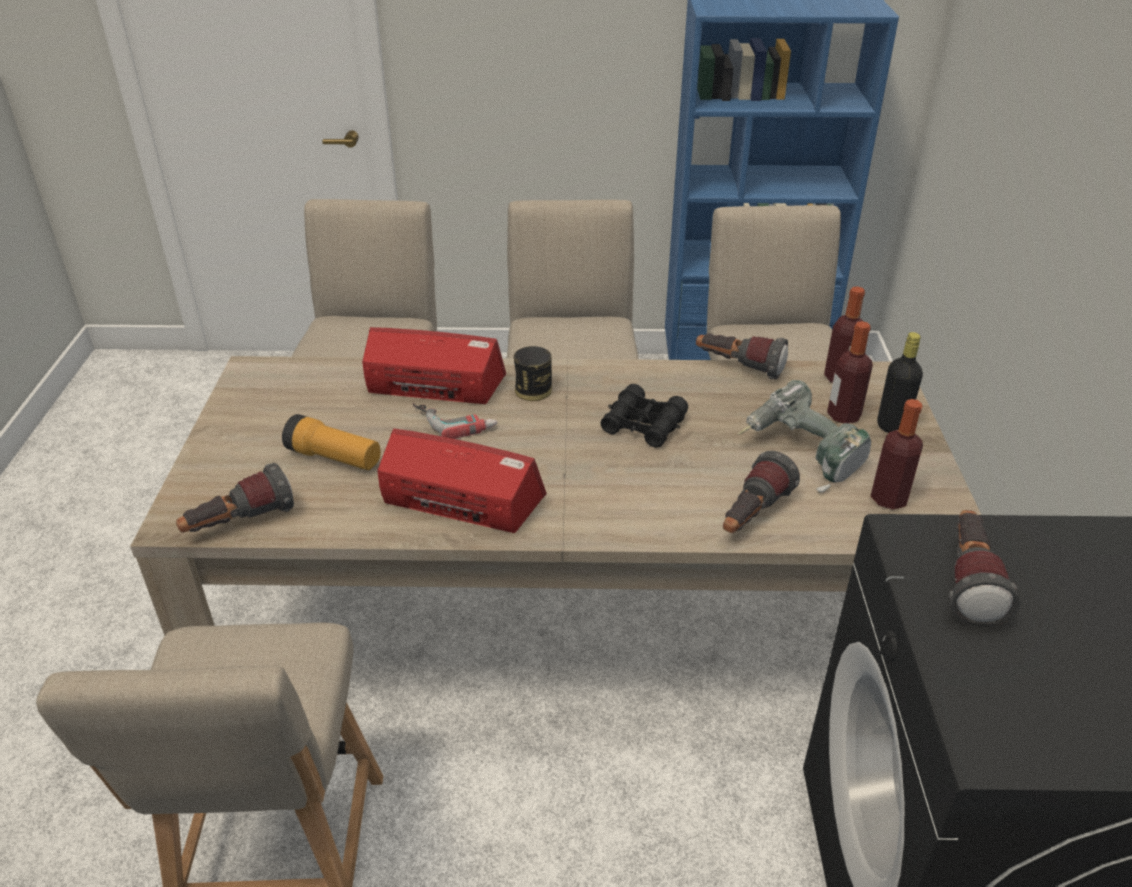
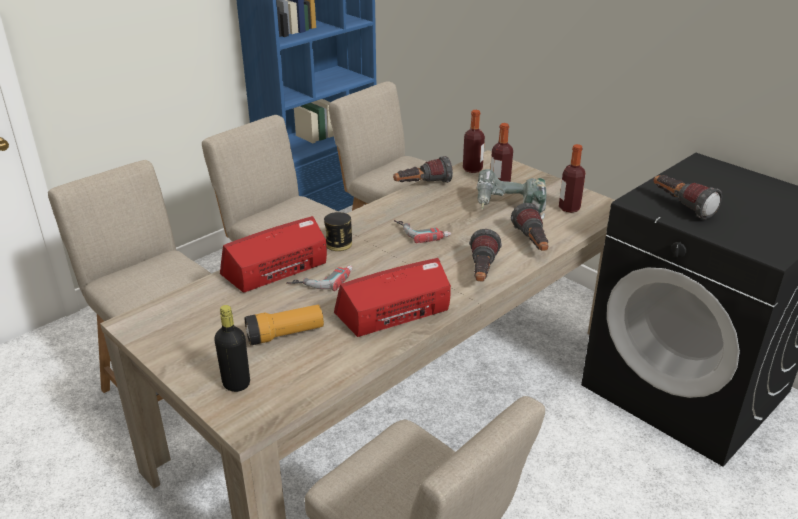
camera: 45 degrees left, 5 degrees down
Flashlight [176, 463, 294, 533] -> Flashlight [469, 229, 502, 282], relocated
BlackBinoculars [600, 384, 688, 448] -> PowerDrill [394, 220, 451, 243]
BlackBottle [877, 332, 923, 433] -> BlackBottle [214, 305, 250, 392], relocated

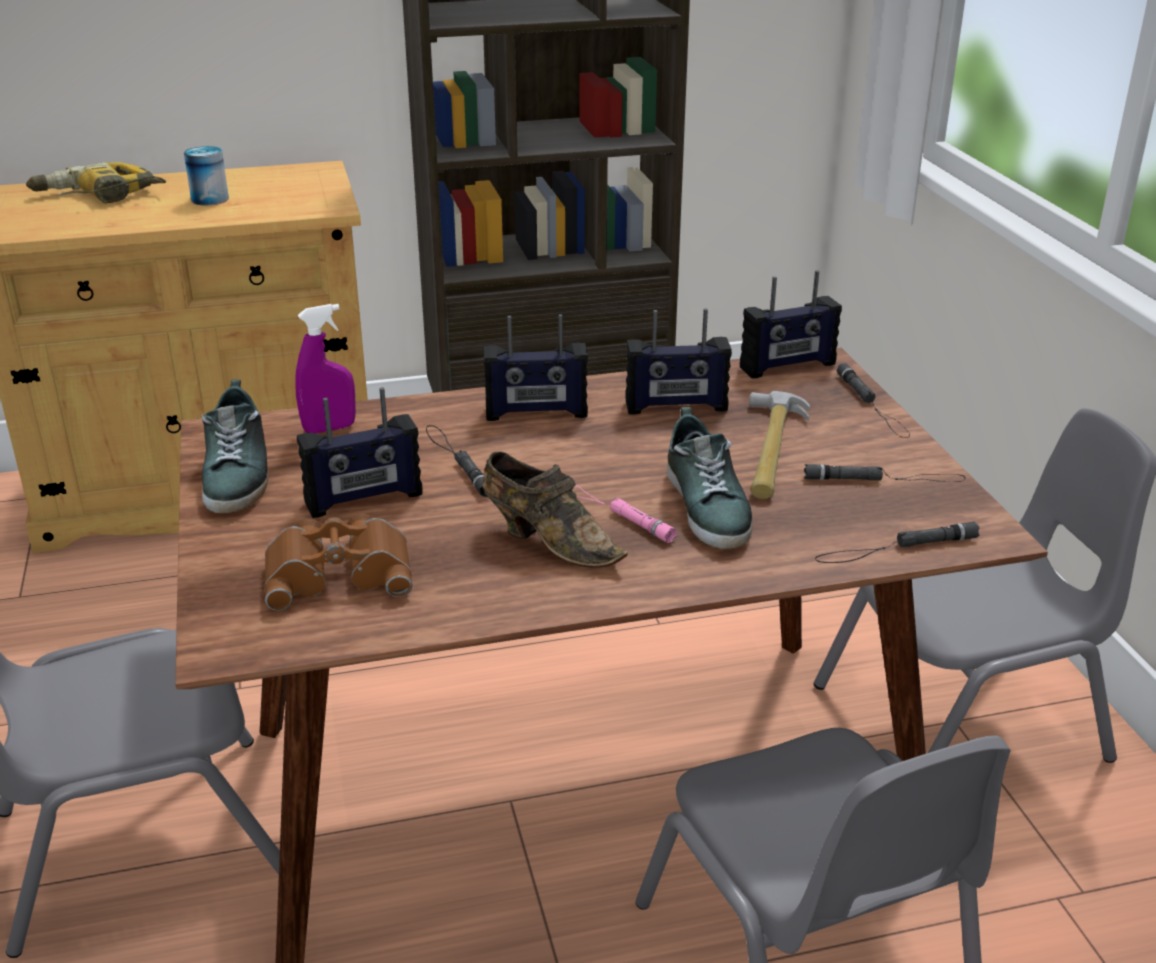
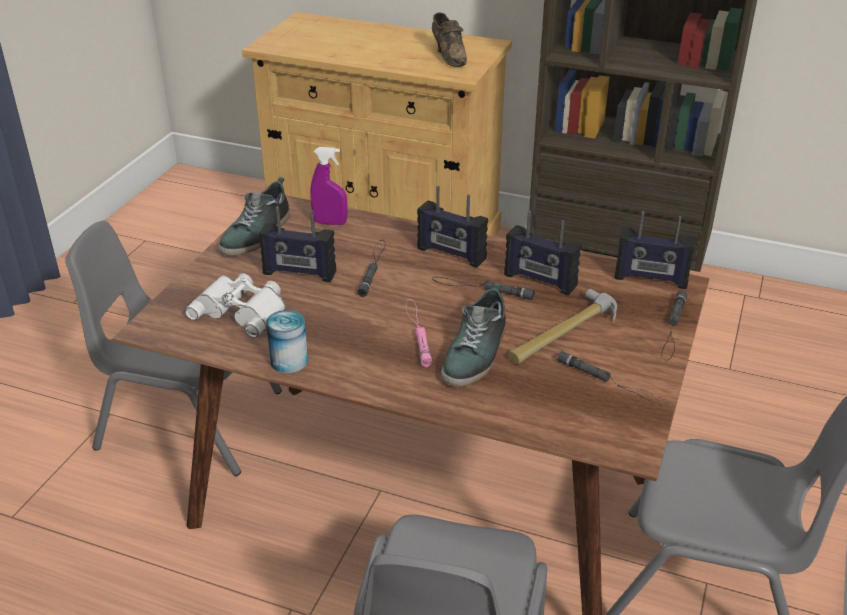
camera: 35 degrees right, 5 degrees up
PowerDrill [26, 162, 166, 204] -> none
Can [184, 146, 229, 205] -> Can [266, 310, 308, 373], relocated
BrownBinoculars [264, 513, 412, 611] -> WhiteBinoculars [185, 273, 286, 338]
BrownShoe [482, 452, 628, 568] -> BrownShoe [432, 12, 467, 67], relocated
BlackFlashlight [815, 522, 979, 563] -> BlackFlashlight [432, 277, 535, 300], relocated

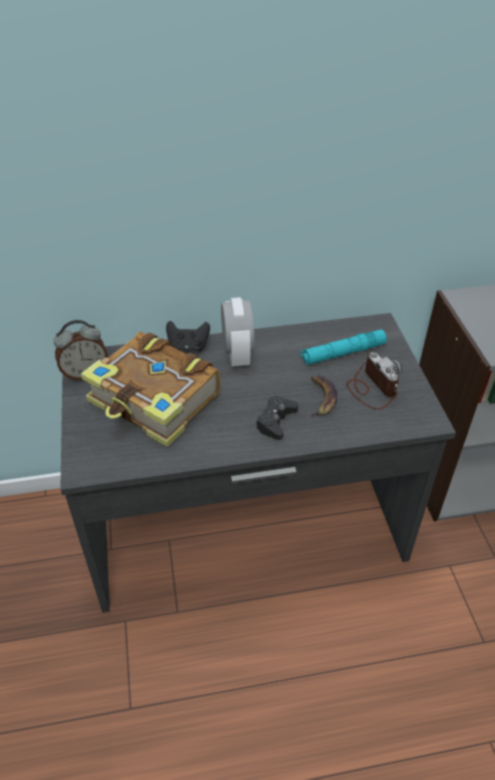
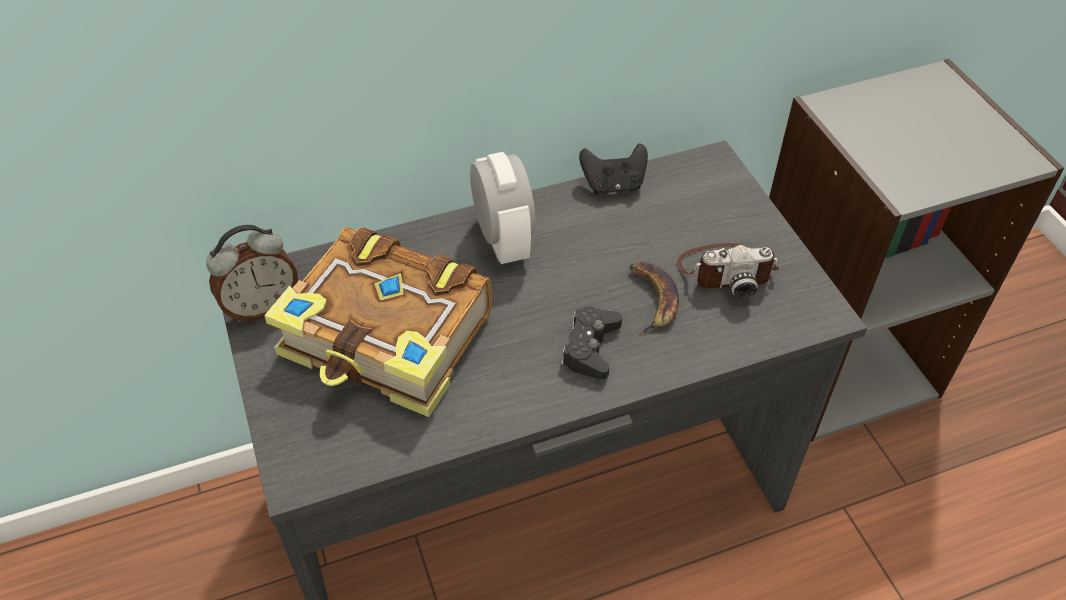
camera: 10 degrees left, 5 degrees up
BlackGameController [166, 321, 210, 352] -> BlackGameController [579, 144, 648, 194], relocated
TurquoiseFlashlight [300, 329, 386, 365] -> none
PhotoCamera [346, 352, 402, 410] -> PhotoCamera [677, 243, 779, 299], 120 degrees clockwise

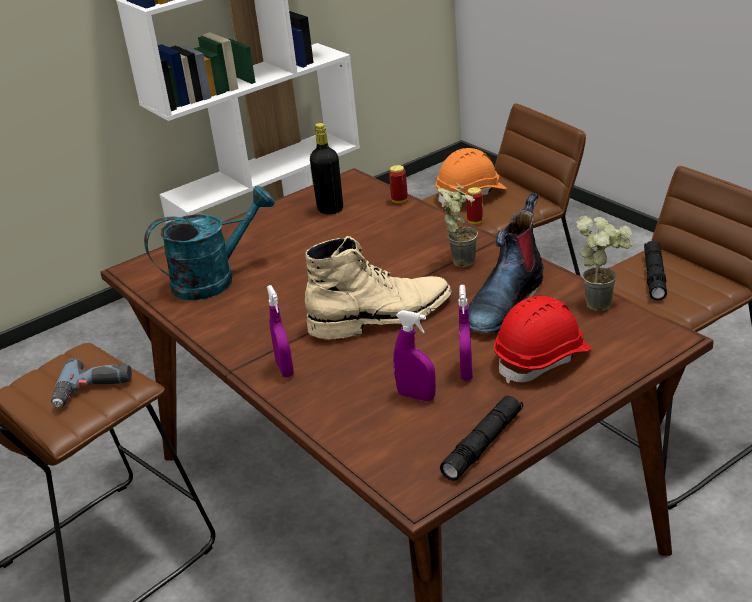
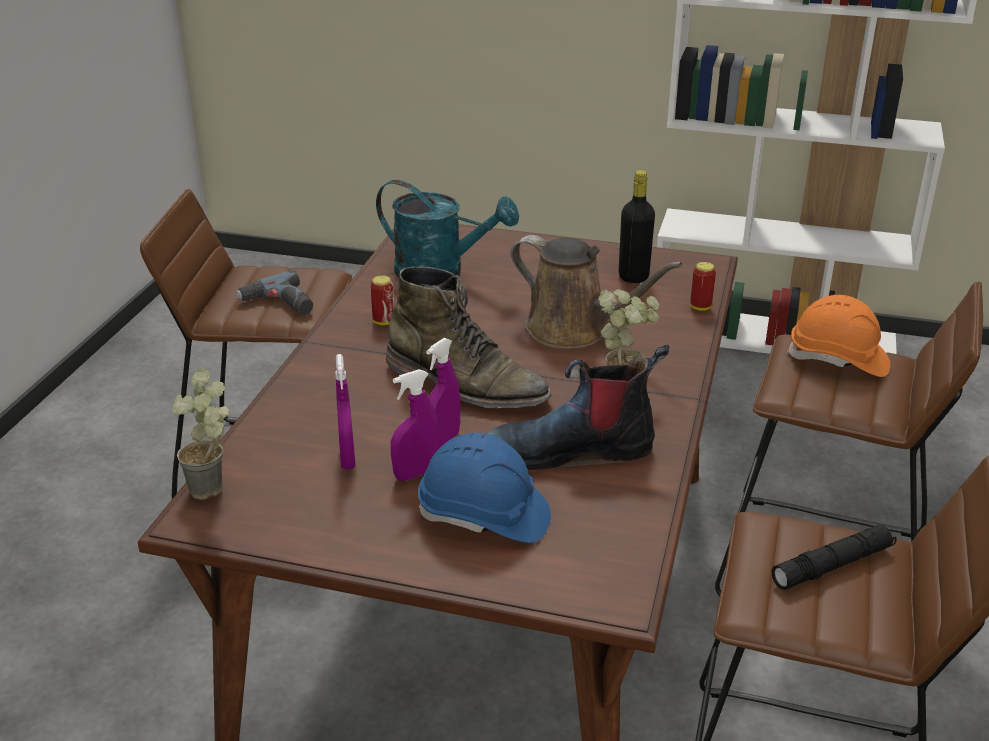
camera: 50 degrees right, 0 degrees up
PurpleSprayBottle [267, 285, 294, 377] -> PurpleSprayBottle [426, 338, 460, 448], relocated
BeigeBoot [305, 236, 451, 339] -> GreenBoot [386, 267, 551, 409]
BlackFlashlight [440, 395, 523, 481] -> none
Can [466, 187, 484, 224] -> Can [370, 275, 394, 325], relocated
RedHardHat [494, 296, 592, 384] -> BlueHardHat [418, 433, 551, 543]
PottedPlant [576, 216, 632, 311] -> PottedPlant [172, 368, 229, 500], relocated
none -> BrownWateringCan [511, 235, 683, 349]

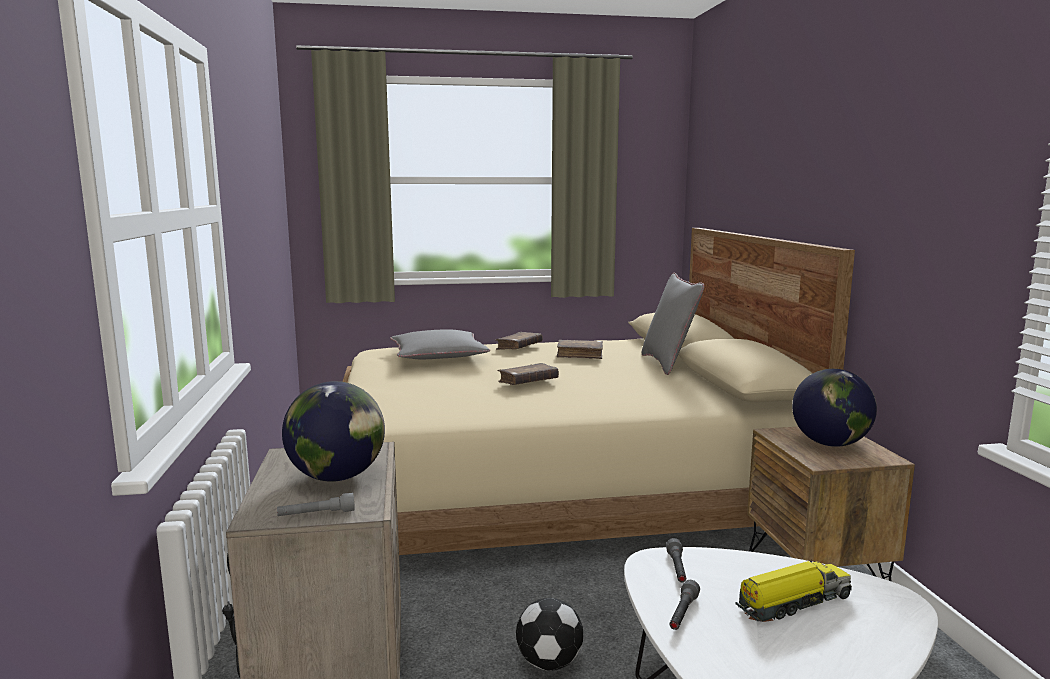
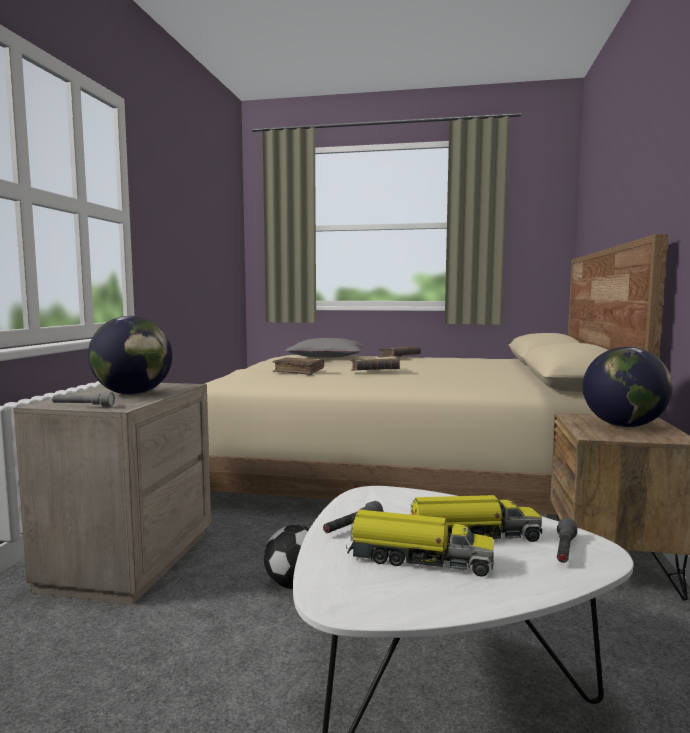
camera: 20 degrees right, 5 degrees down
BrownBook [557, 340, 603, 359] -> BrownBook [272, 357, 324, 375], relocated
GreyPillow [641, 272, 704, 375] -> none
GreyFlashlight [666, 538, 686, 582] -> GreyFlashlight [557, 518, 577, 563], relocated
none -> ToyTruck [346, 510, 494, 577]

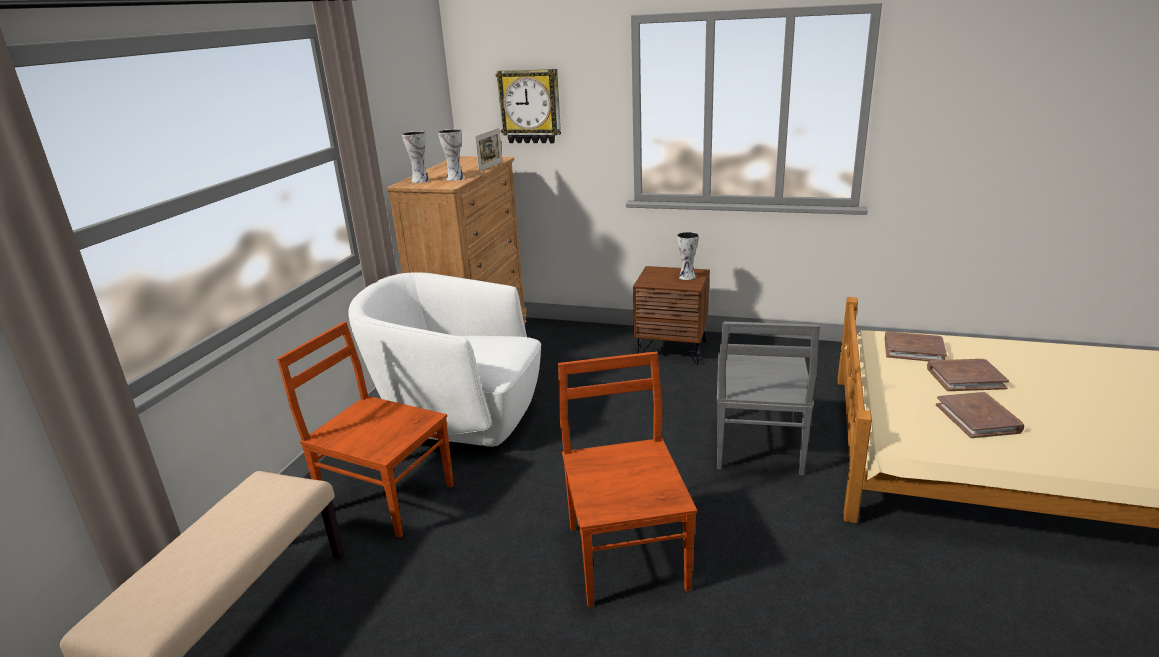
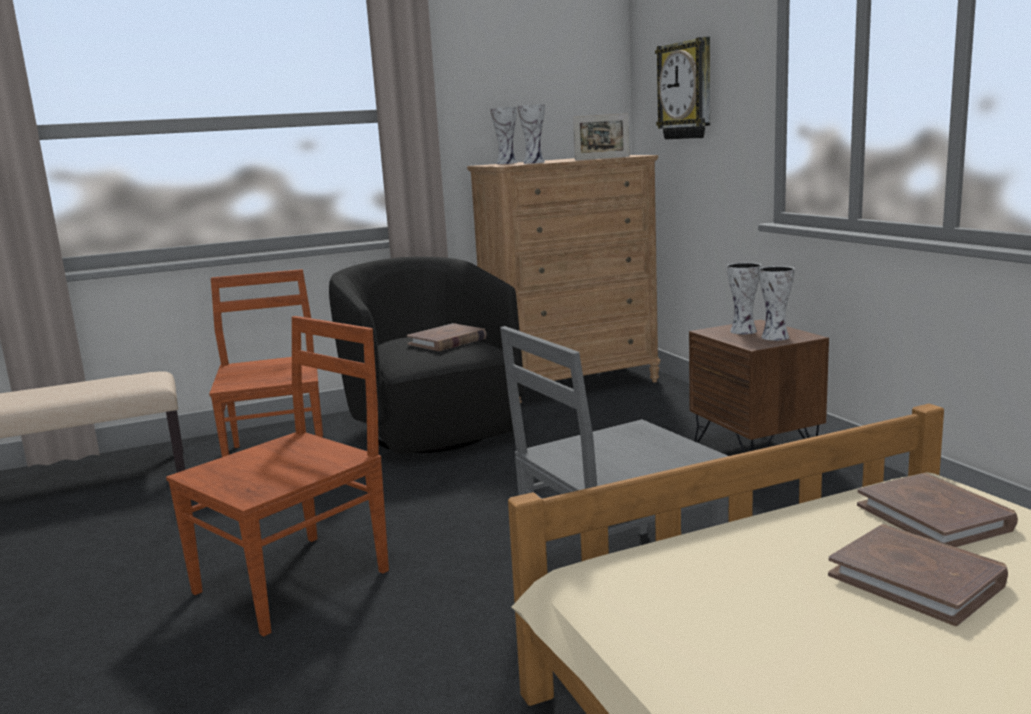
camera: 50 degrees right, 10 degrees down
WhiteArmchair [348, 272, 541, 449] -> BlackArmchair [329, 256, 525, 454]
BrownBook [936, 392, 1024, 438] -> BrownBook [407, 323, 486, 351], relocated
none -> Vase [727, 263, 761, 335]

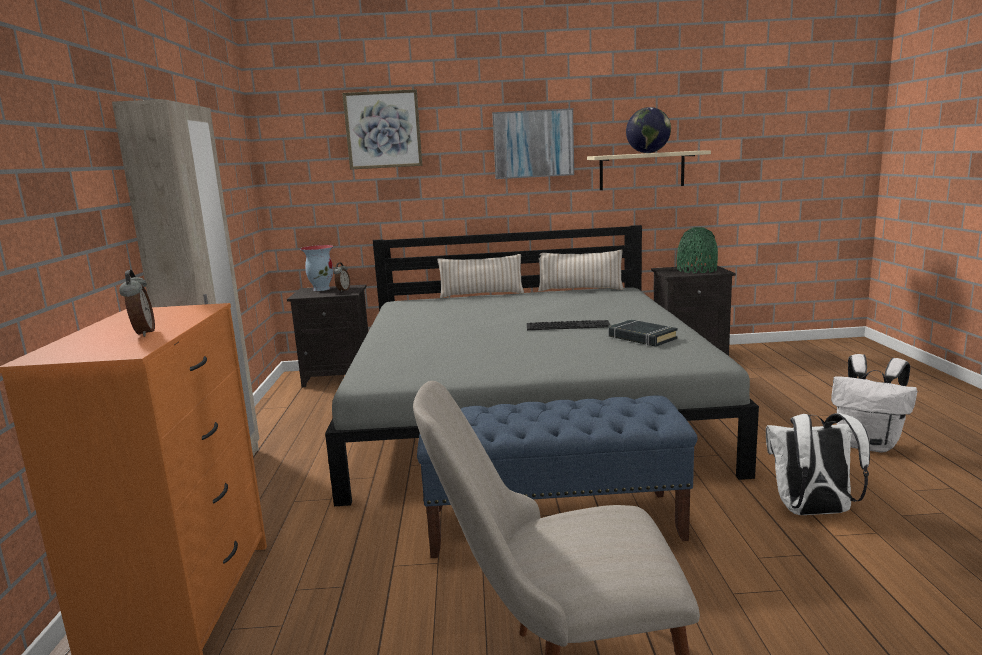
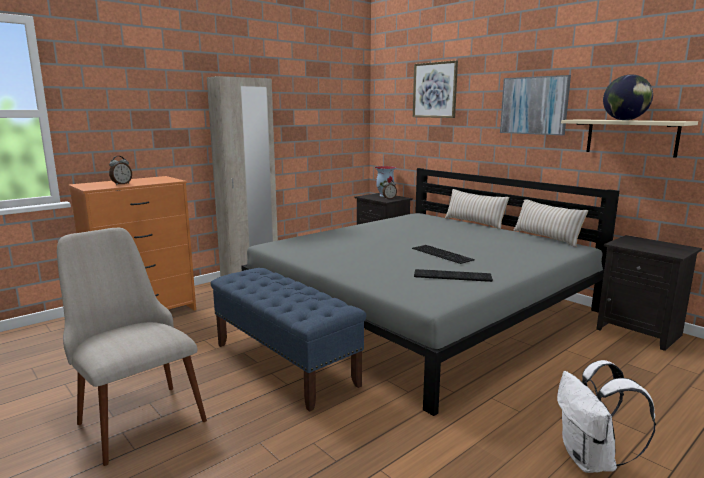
camera: 50 degrees right, 0 degrees up
BlackBook [609, 320, 678, 347] -> Keyboard [414, 269, 493, 282]
GreenVase [677, 227, 718, 274] -> none
WhiteBackpack [766, 413, 870, 515] -> none

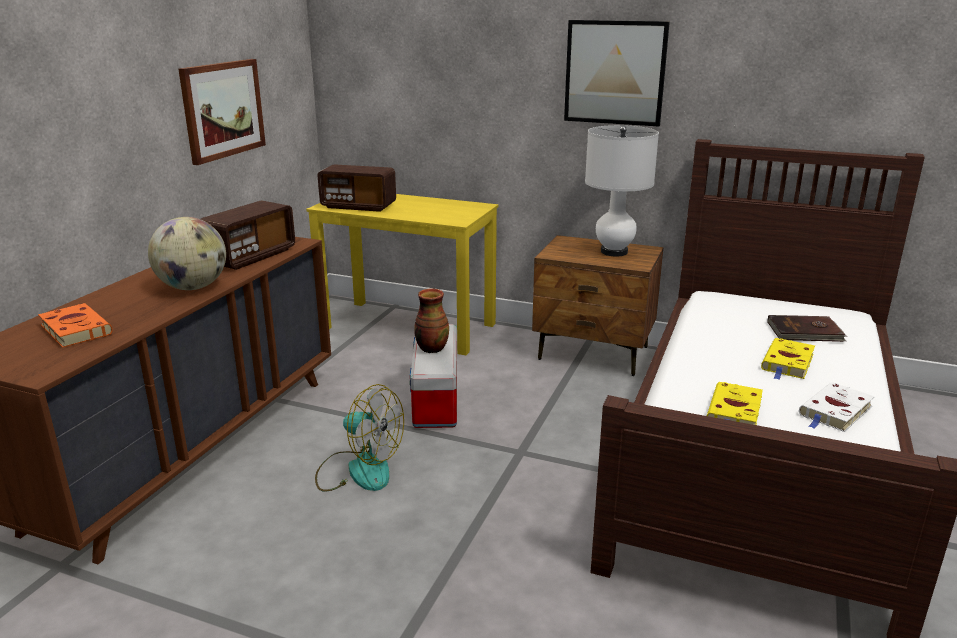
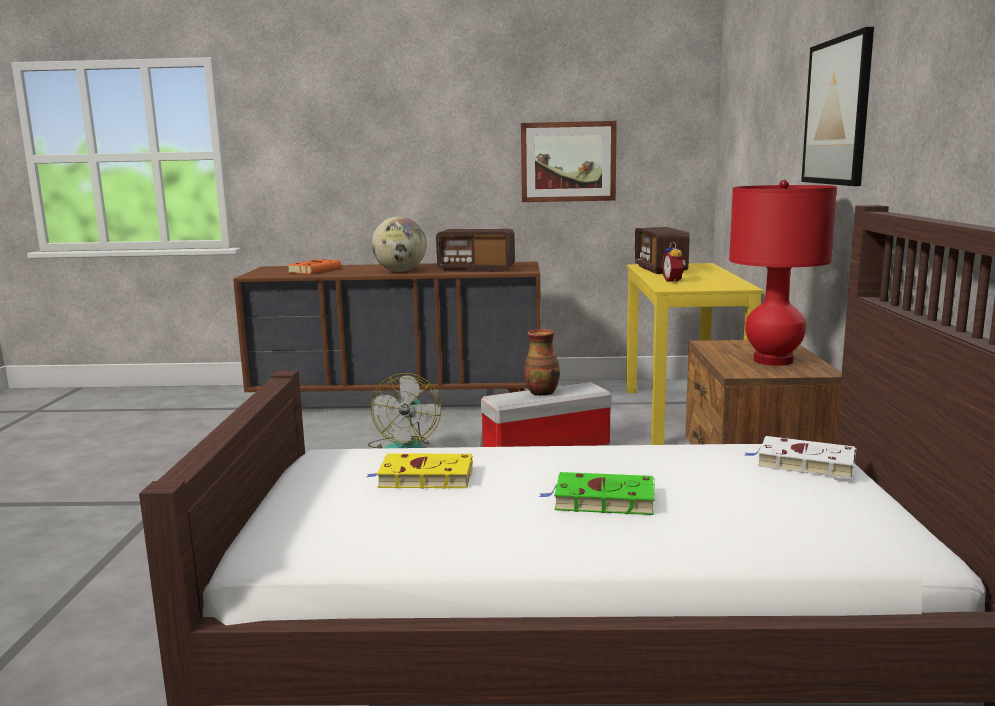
camera: 70 degrees right, 10 degrees down
WhiteTableLamp [585, 125, 659, 257] -> RedTableLamp [729, 180, 837, 366]
YellowBook [761, 338, 815, 380] -> GreenBook [539, 472, 655, 515]
BrownBook [767, 315, 847, 342] -> none
WhiteBook [799, 382, 875, 432] -> WhiteBook [745, 436, 857, 479], relocated
none -> AlarmClock [662, 241, 686, 283]

